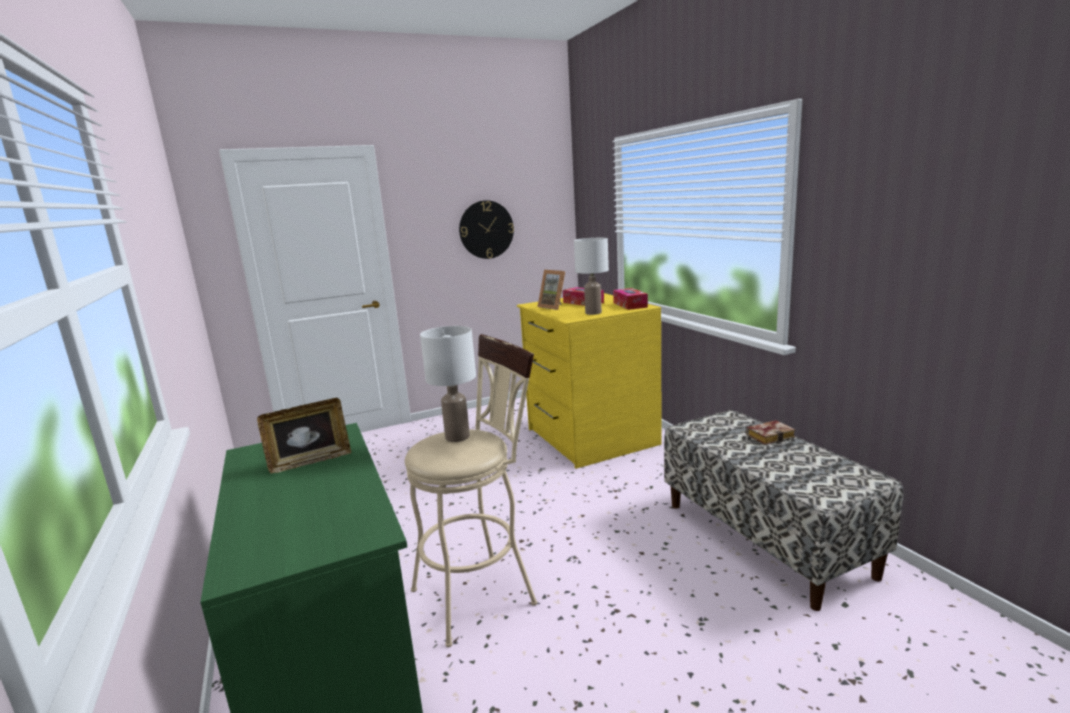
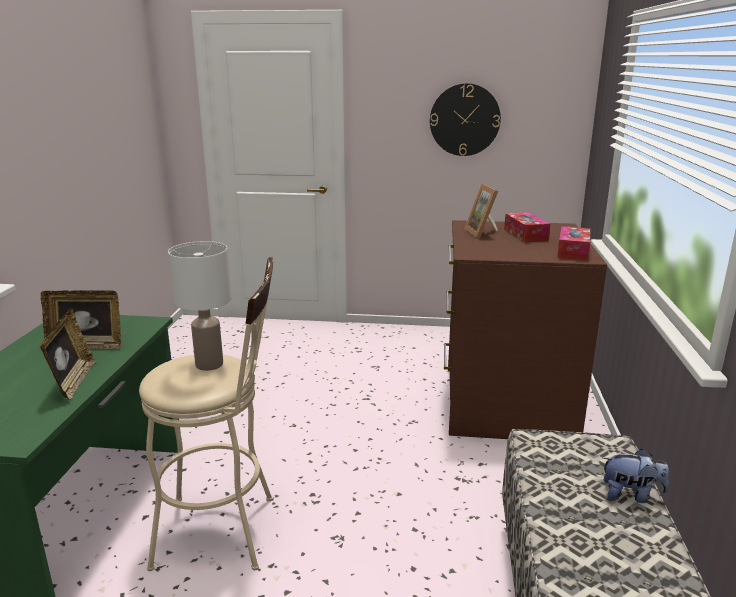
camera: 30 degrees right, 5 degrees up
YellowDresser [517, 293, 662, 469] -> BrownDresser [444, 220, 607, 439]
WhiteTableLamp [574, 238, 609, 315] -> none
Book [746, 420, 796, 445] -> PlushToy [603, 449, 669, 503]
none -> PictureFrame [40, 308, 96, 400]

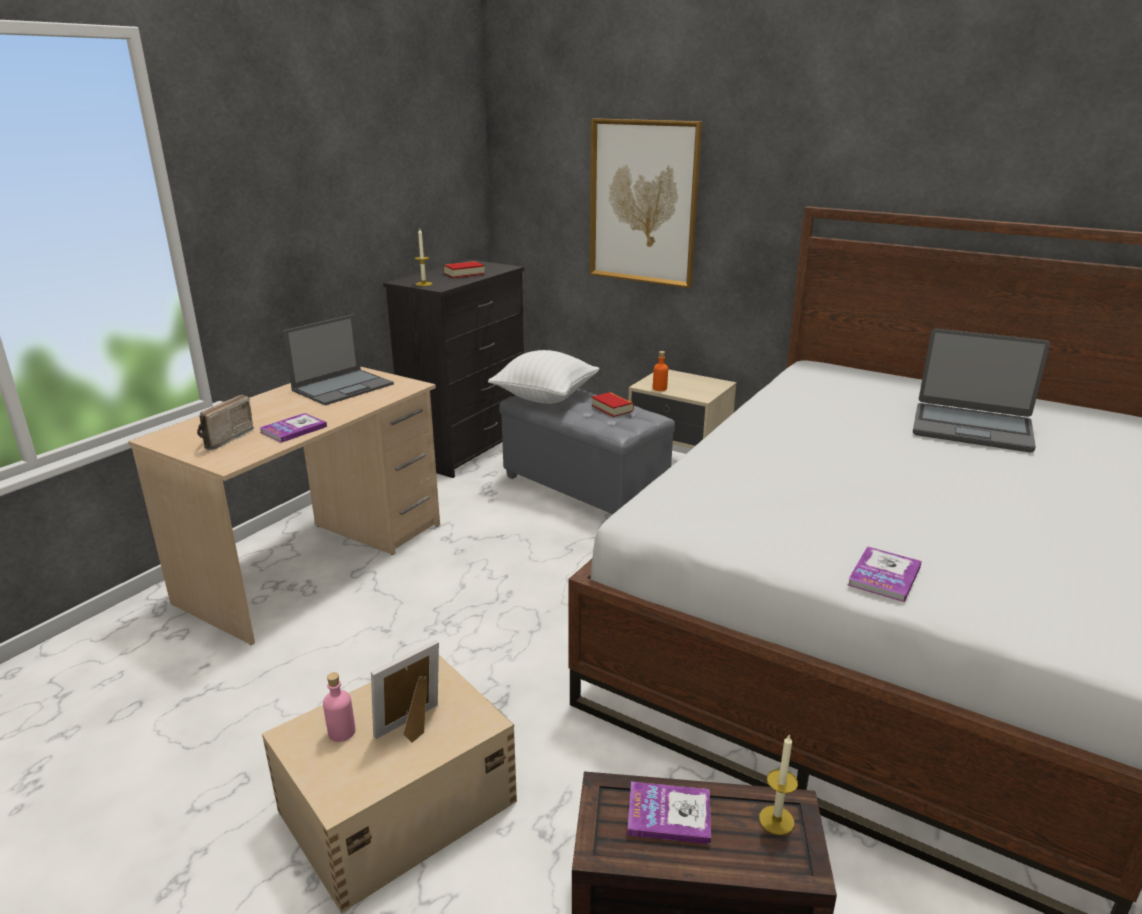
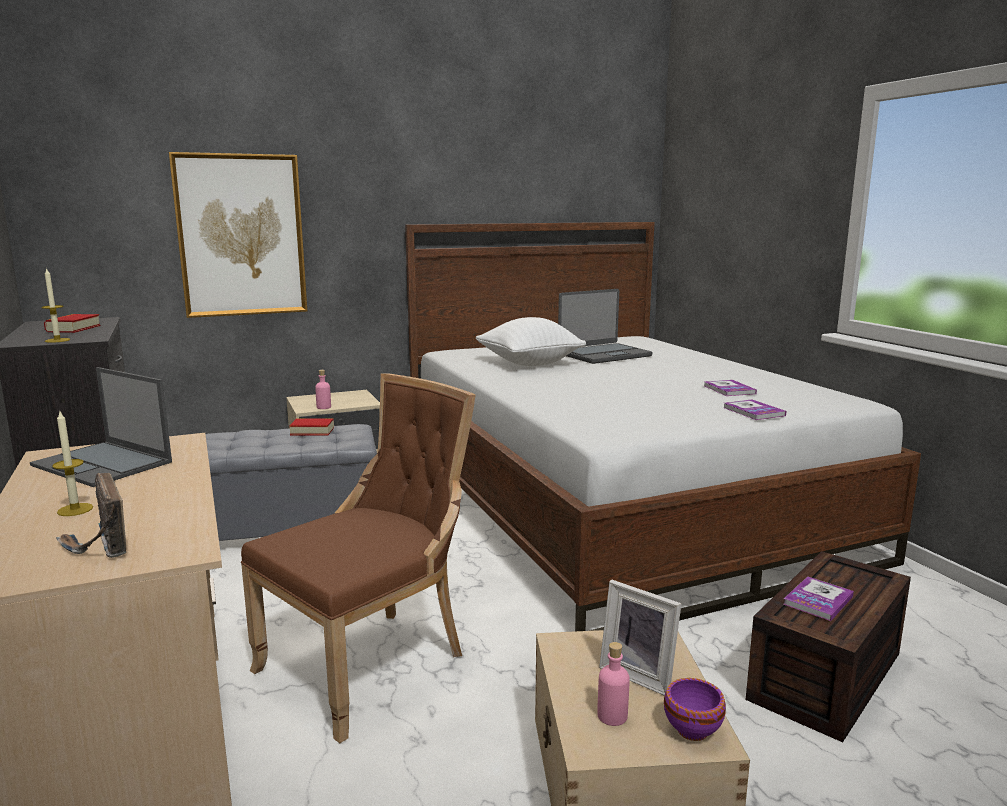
camera: 55 degrees left, 10 degrees down
Book [259, 413, 327, 443] -> Book [704, 380, 757, 396], relocated
Laptop [283, 314, 394, 405] -> Laptop [30, 367, 172, 487], 135 degrees clockwise
PictureFrame [371, 640, 439, 743] -> PictureFrame [599, 580, 681, 696], 45 degrees counterclockwise
WhitePillow [488, 350, 600, 404] -> WhitePillow [475, 317, 586, 366], relocated
OrangeBottle [653, 351, 668, 391] -> PinkBottle [315, 370, 331, 409]
Candle [759, 735, 798, 835] -> Candle [52, 412, 93, 516], relocated
none -> BrownChair [241, 373, 476, 743]
none -> PurpleBowl [664, 678, 726, 741]

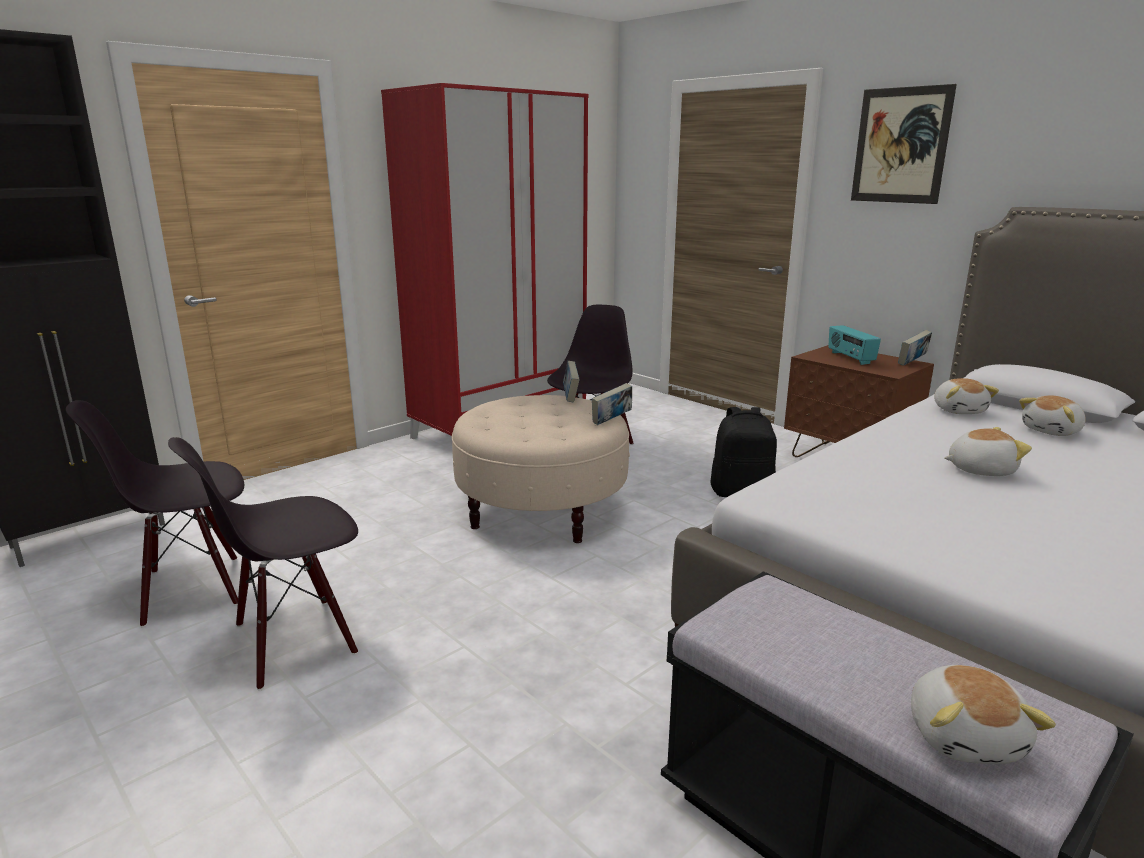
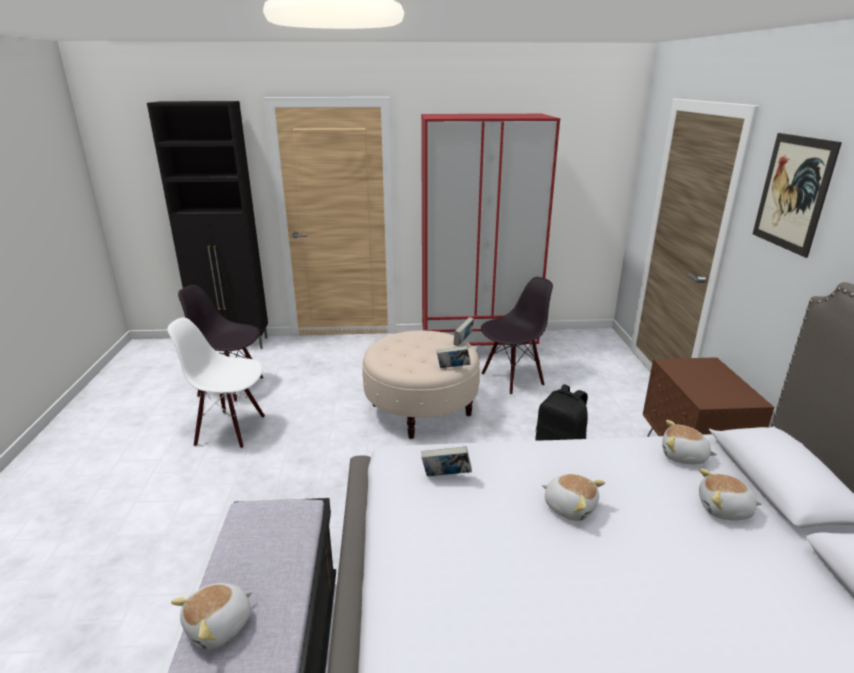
camera: 40 degrees right, 5 degrees up
BlackChair [168, 437, 358, 691] -> WhiteChair [167, 317, 265, 449]
Radio [828, 325, 881, 365] -> none
Book [898, 330, 932, 366] -> Book [421, 446, 472, 477], relocated
PlushToy [934, 378, 999, 414] -> PlushToy [662, 420, 717, 464], 75 degrees clockwise

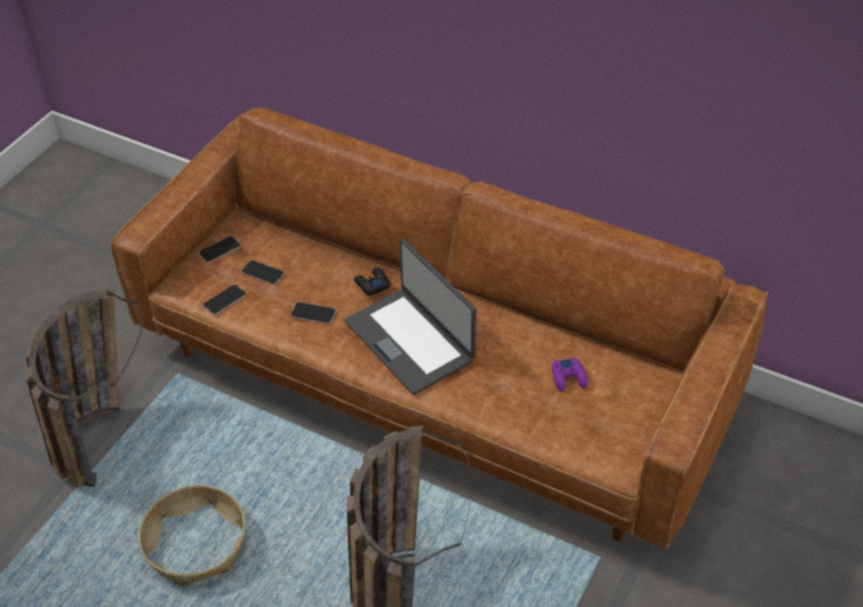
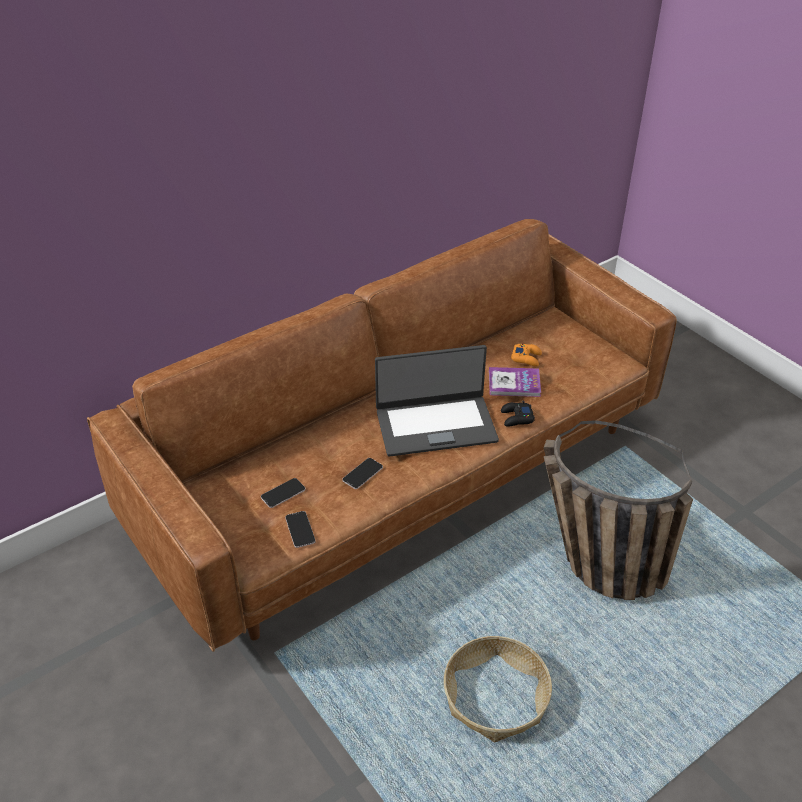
camera: 65 degrees left, 5 degrees down
Basket [25, 290, 142, 487] -> none
Phone [198, 236, 241, 263] -> none
BlackGameController [354, 268, 390, 296] -> BlackGameController [501, 401, 535, 427], relocated
PurpleGameController [552, 358, 588, 391] -> OrangeGameController [511, 344, 542, 367]
none -> Book [489, 367, 541, 397]

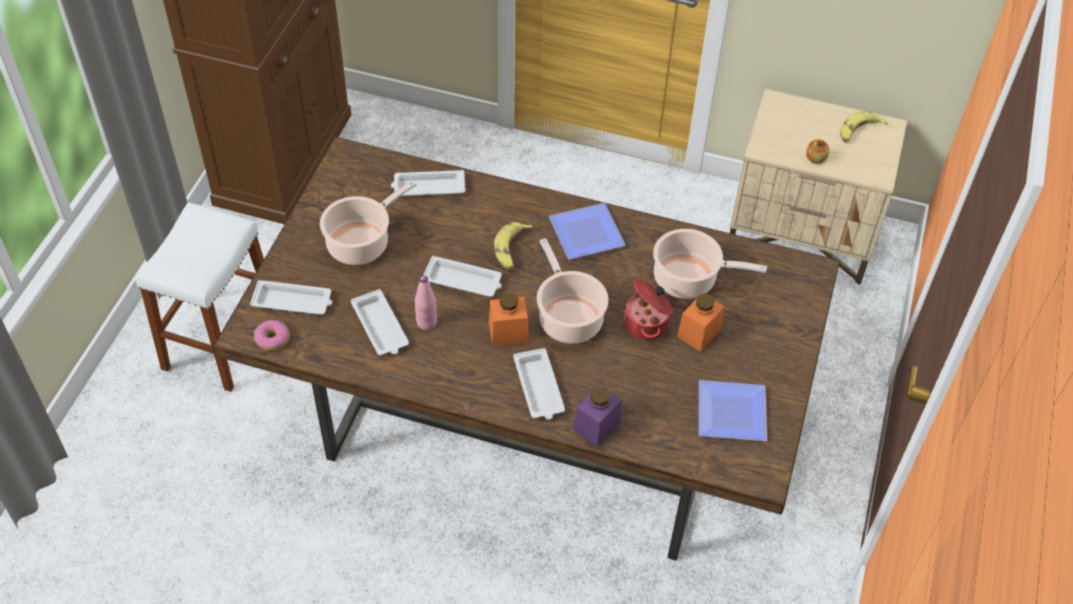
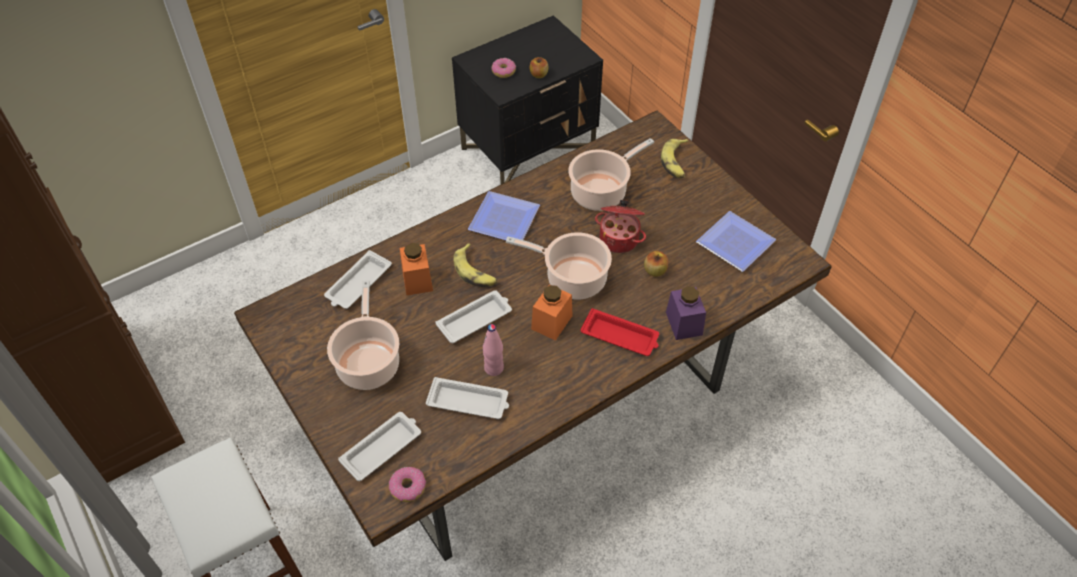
camera: 50 degrees left, 0 degrees up
WhiteTray [513, 348, 565, 420] -> RedTray [581, 308, 659, 356]
OrangeJar [677, 293, 725, 352] -> OrangeJar [400, 243, 433, 296], relocated
BeigeNightstand [730, 89, 907, 285] -> BlackNightstand [452, 15, 603, 184]
Banana [840, 111, 888, 143] -> Banana [661, 139, 689, 179], relocated
none -> Donut [492, 58, 516, 78]
none -> Apple [644, 251, 668, 277]

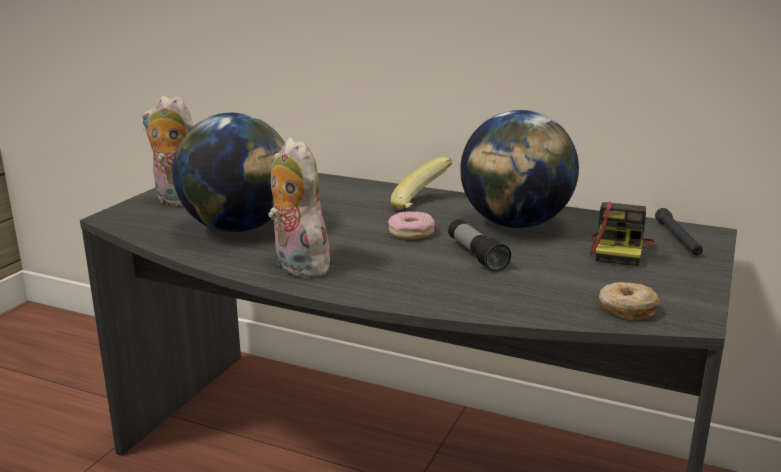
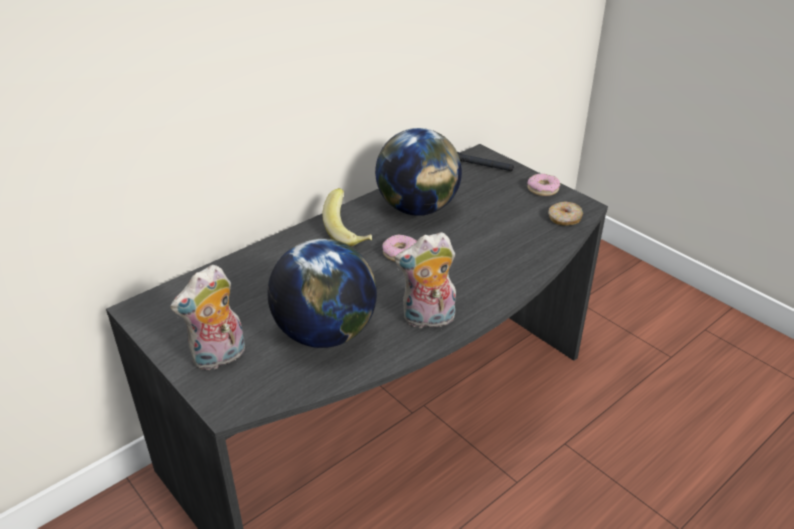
camera: 65 degrees left, 15 degrees up
Flashlight [448, 219, 511, 272] -> none
PhotoCamera [590, 202, 656, 266] -> none
none -> Donut [528, 173, 560, 196]

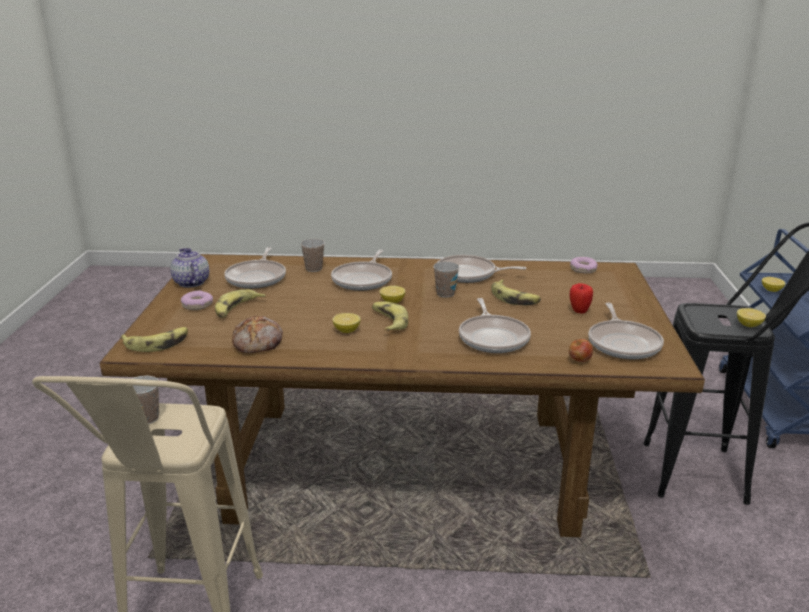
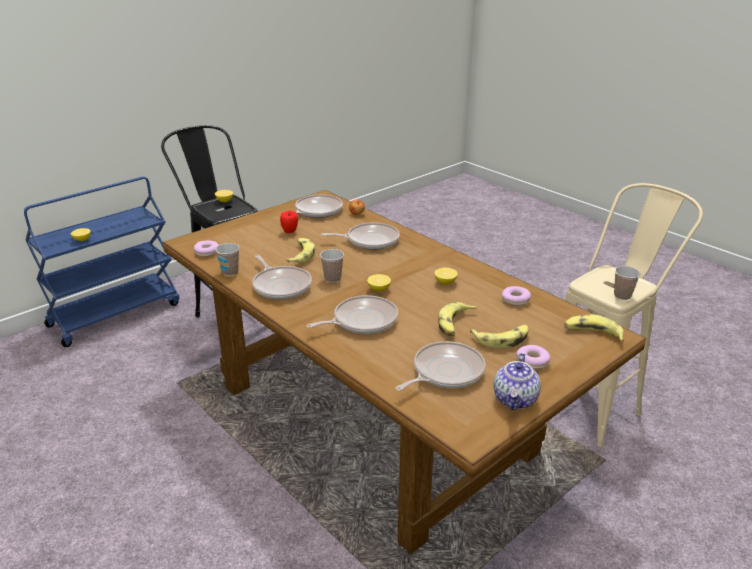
camera: 135 degrees left, 5 degrees up
Bread [232, 316, 283, 353] -> Donut [501, 286, 531, 306]
Cup [300, 239, 325, 272] -> Cup [215, 243, 239, 276], relocated
Banana [372, 301, 408, 332] -> Banana [438, 302, 477, 336], relocated
FryingPan [459, 298, 531, 353] -> FryingPan [321, 222, 400, 250], 45 degrees clockwise

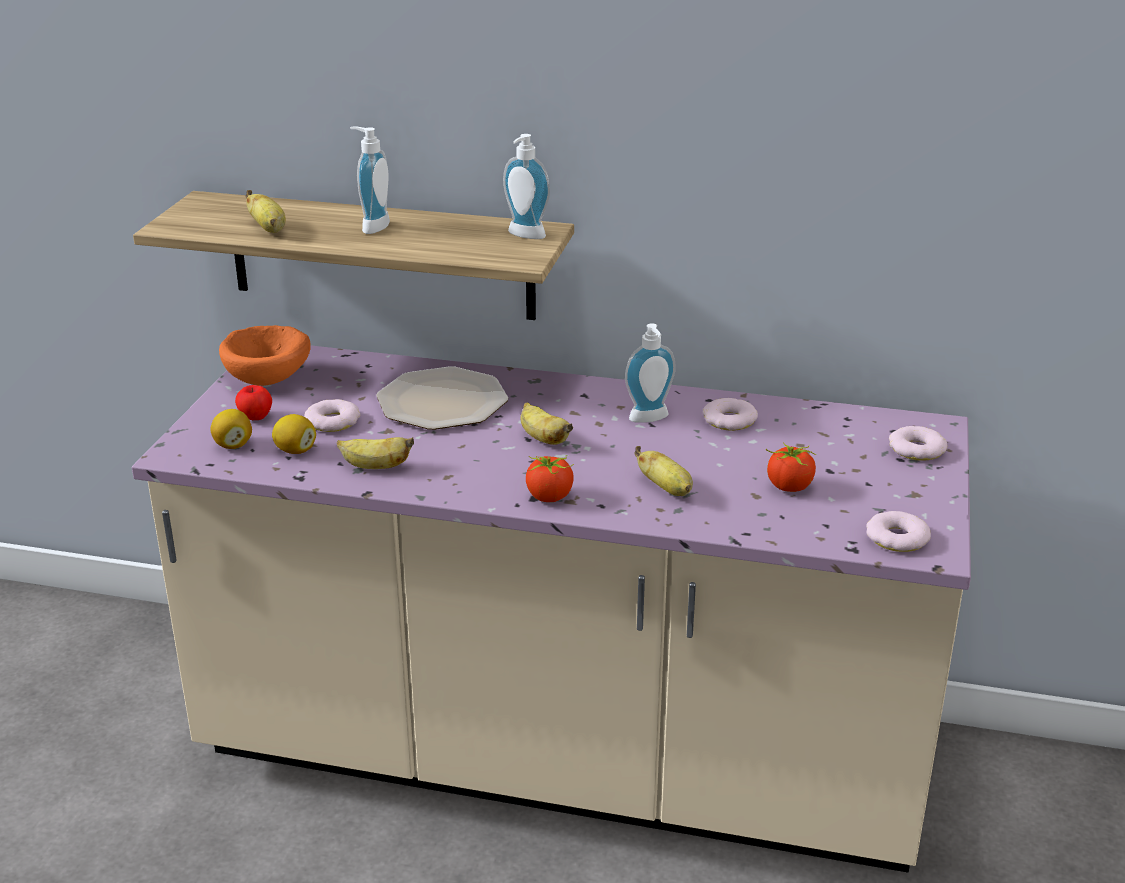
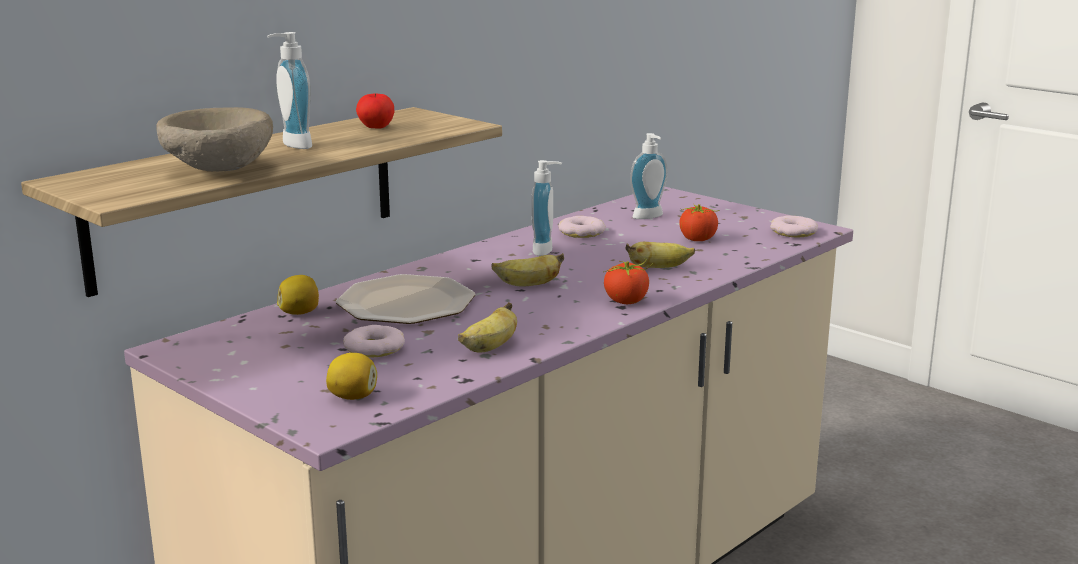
camera: 60 degrees left, 10 degrees down
OrangeBowl [219, 325, 311, 386] -> none
Apple [235, 385, 272, 420] -> Apple [356, 93, 394, 129], relocated
Banana [245, 190, 286, 233] -> BeigeBowl [156, 107, 273, 171]
Lemon [272, 414, 316, 454] -> Lemon [277, 275, 319, 315], relocated
SoapDispenser [503, 134, 550, 239] -> SoapDispenser [630, 133, 668, 219], relocated
Donut [889, 426, 947, 461] -> none

